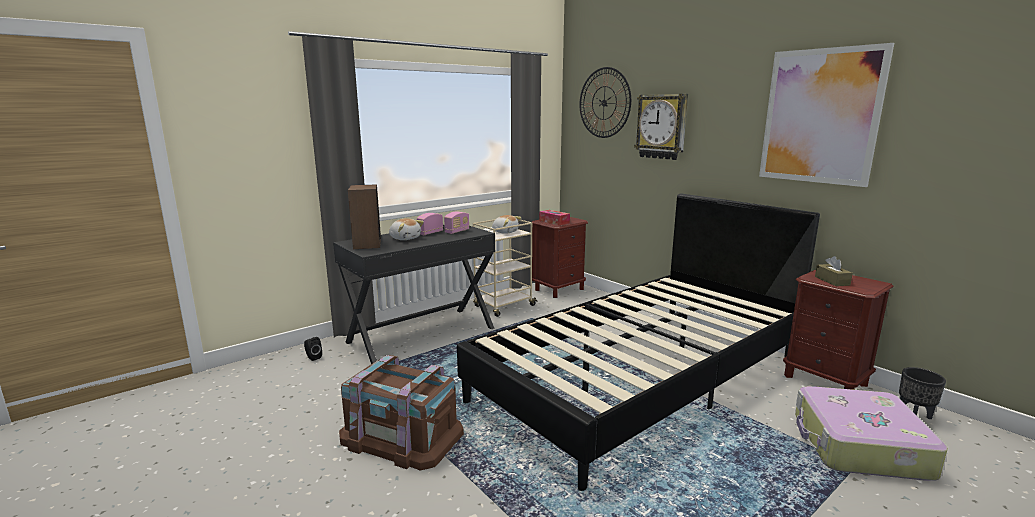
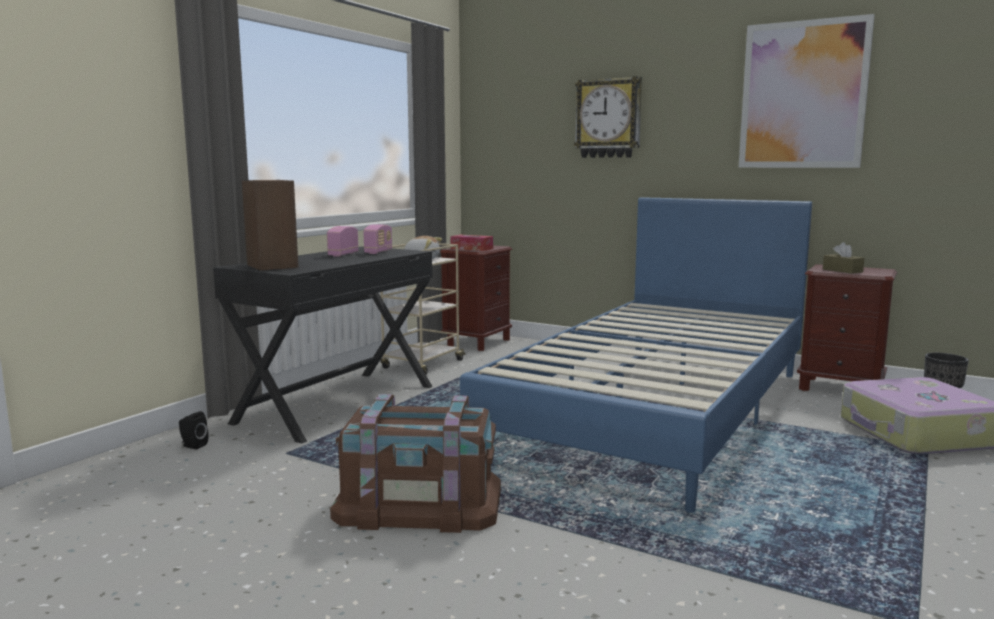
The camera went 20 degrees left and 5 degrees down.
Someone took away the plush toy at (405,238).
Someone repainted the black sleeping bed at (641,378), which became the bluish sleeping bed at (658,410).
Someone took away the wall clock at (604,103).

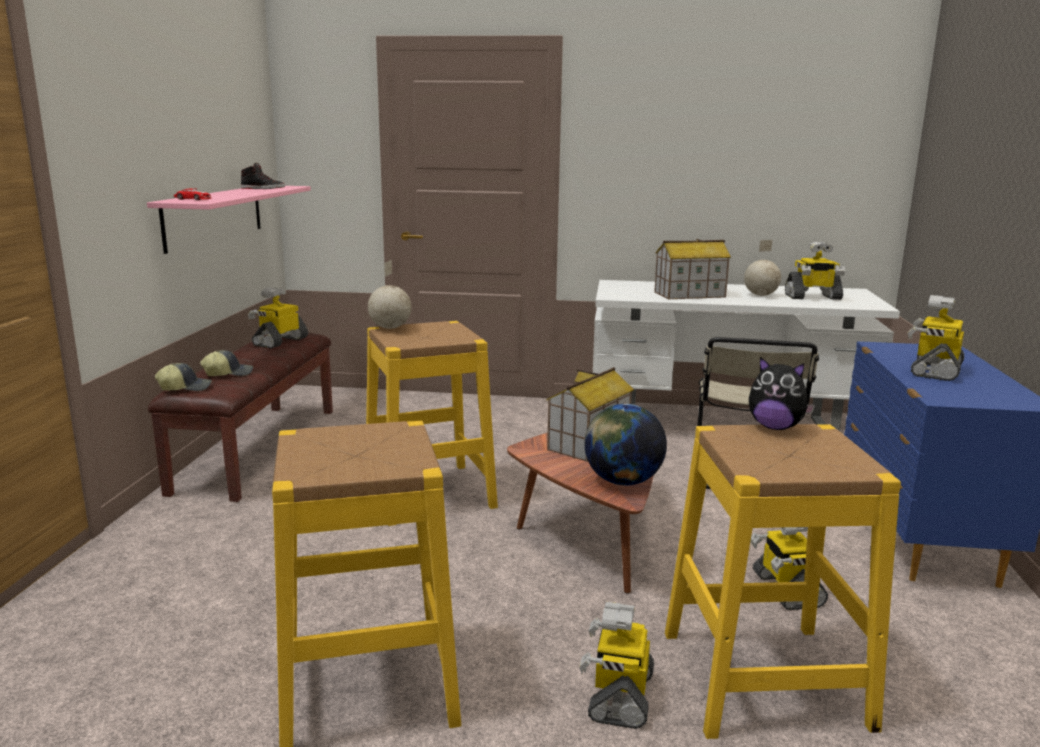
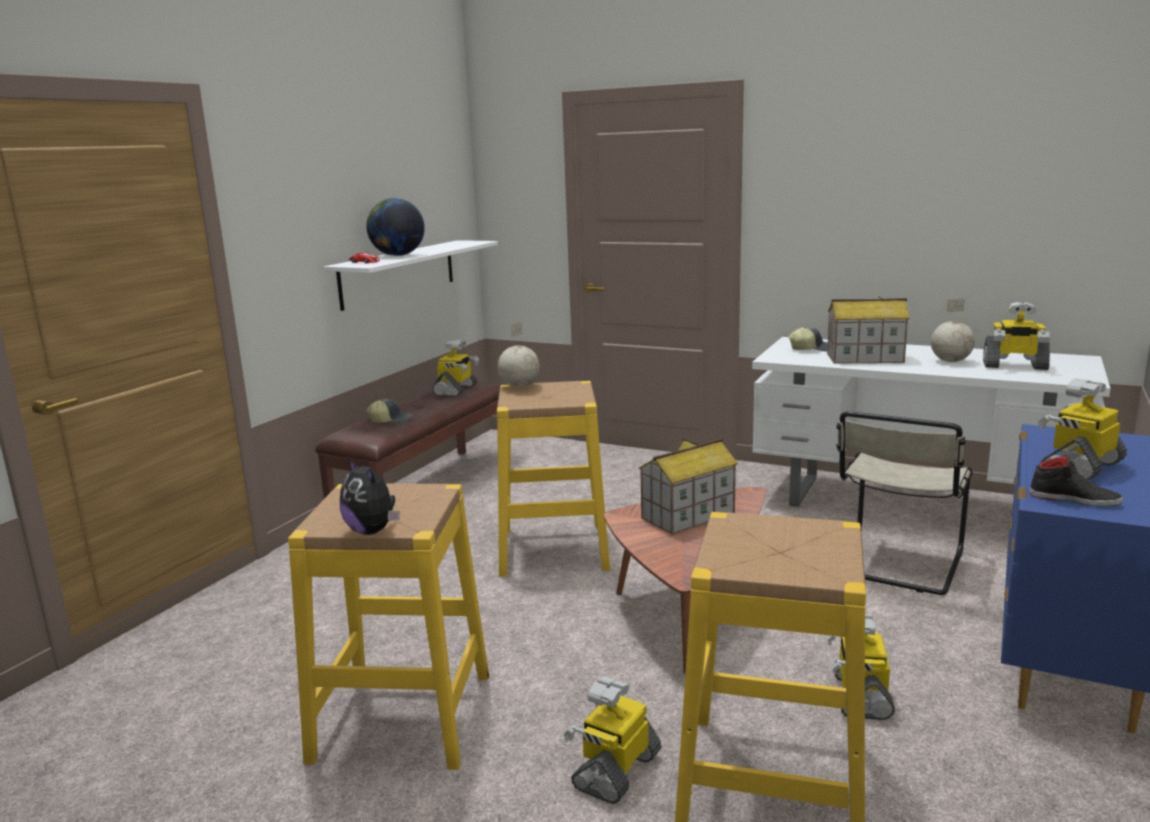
The camera went 20 degrees right and 0 degrees up.
Someone repainted the pinkish shelf at (214,216), which became the white-coloured shelf at (398,273).
Someone carried the cap from (186,388) to (811,349).
Someone carried the black shoe from (263,188) to (1074,499).
Someone rotated the toy robot at (280,341) by 150 degrees clockwise.
Someone carried the globe from (622,481) to (397,255).
Someone carried the plush toy from (775,427) to (372,531).

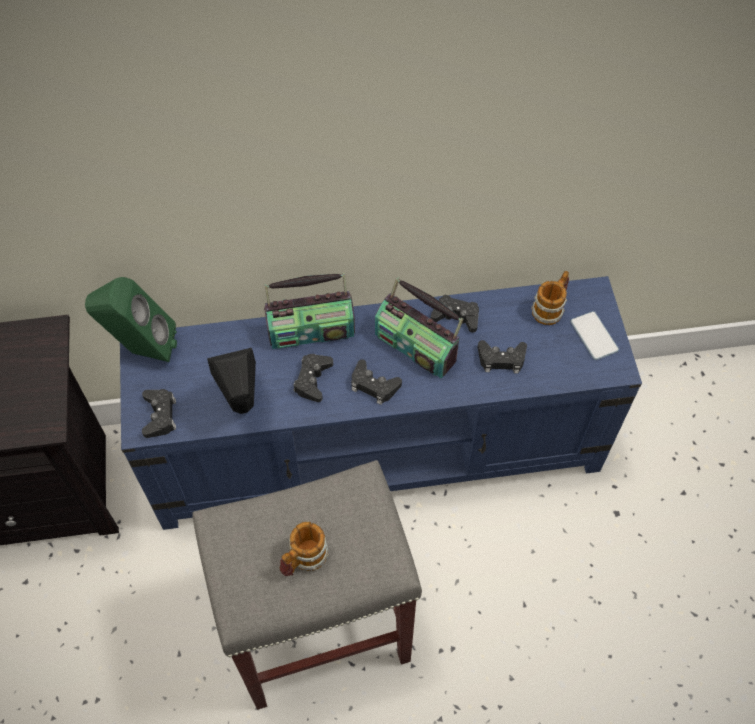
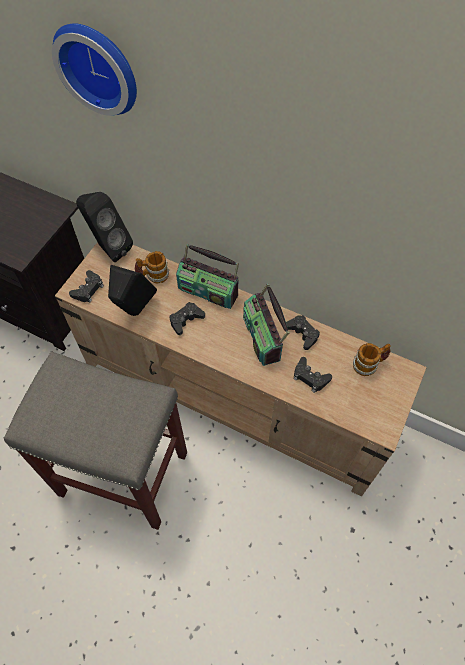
The camera went 35 degrees right and 0 degrees up.
Someone repainted the greenish loudspeaker at (142,349), which became the black loudspeaker at (108,248).
Someone repainted the bluish tv stand at (379,449), which became the beige-coloured tv stand at (234,394).
Someone carried the mug from (303,559) to (153,275).
Someone took away the black game controller at (374,385).
Someone took away the phone at (594,336).
Someone put up the wall clock at (99,66).

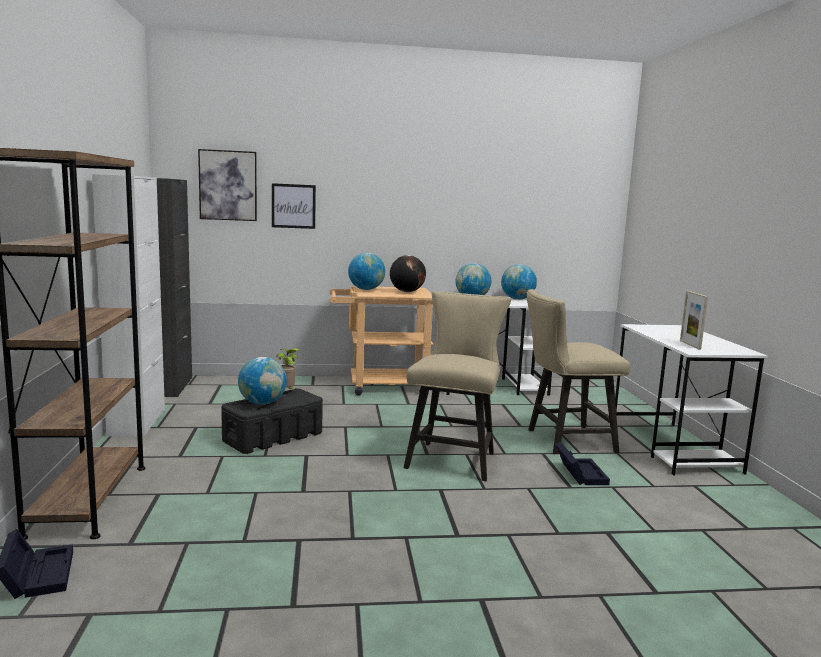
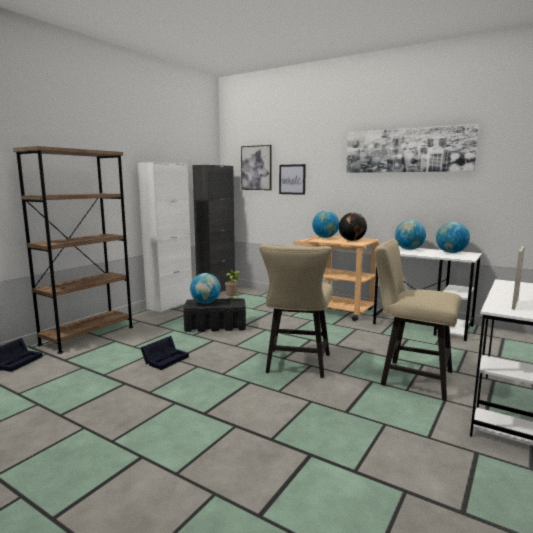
The camera went 40 degrees right and 0 degrees up.
Someone rotated the beige-coloured plain chair at (454,458) by 135 degrees clockwise.
Someone carried the black storage container from (579,473) to (166,359).
Someone put up the wall art at (407,150).

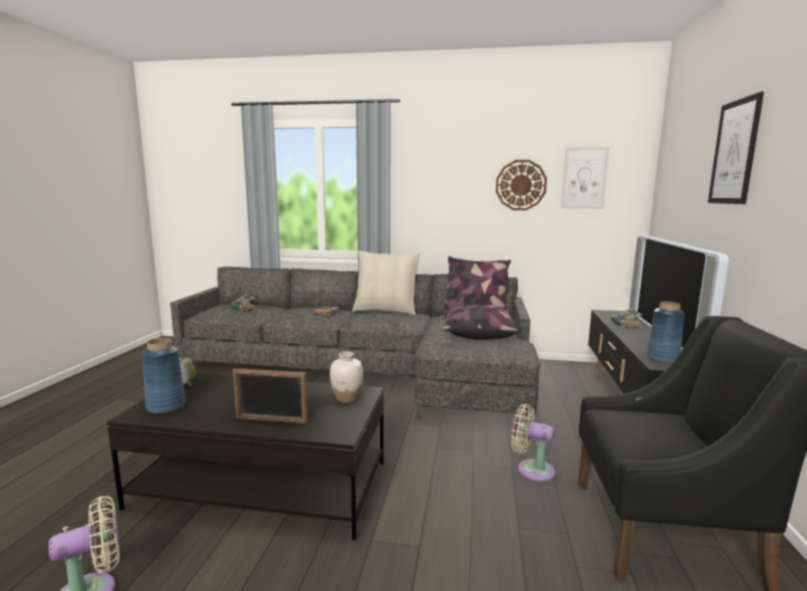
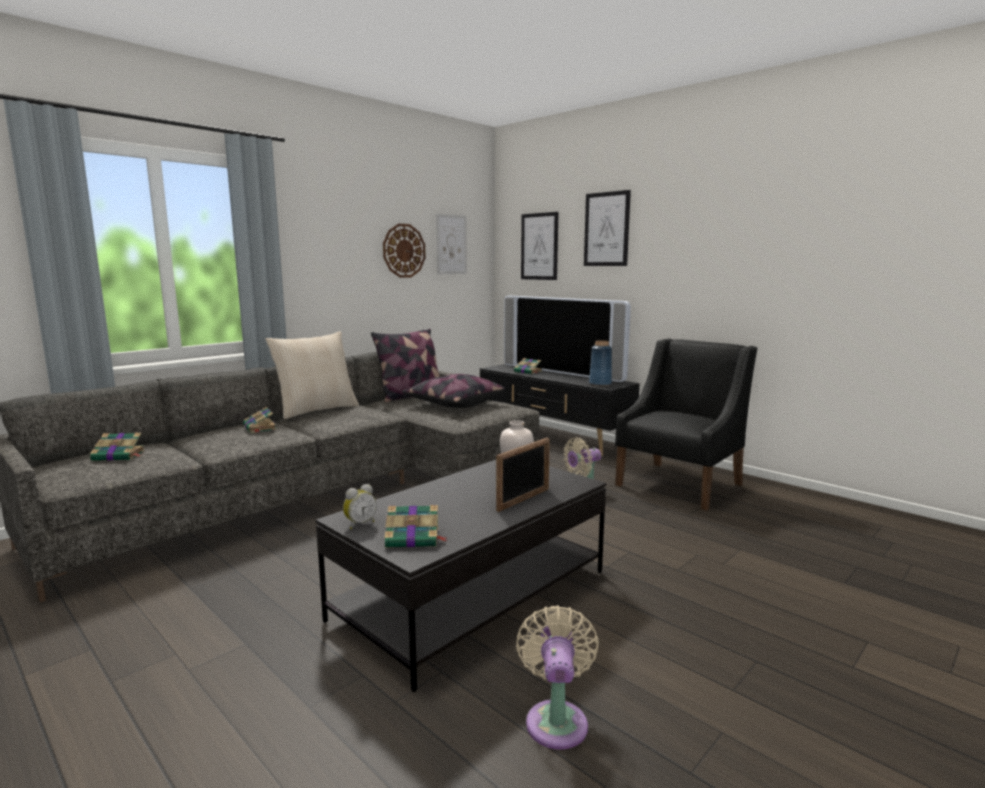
The camera went 55 degrees left and 0 degrees up.
Someone swapped the bluish vase at (166,406) for the volume at (414,538).
Someone put up the wall art at (539,246).

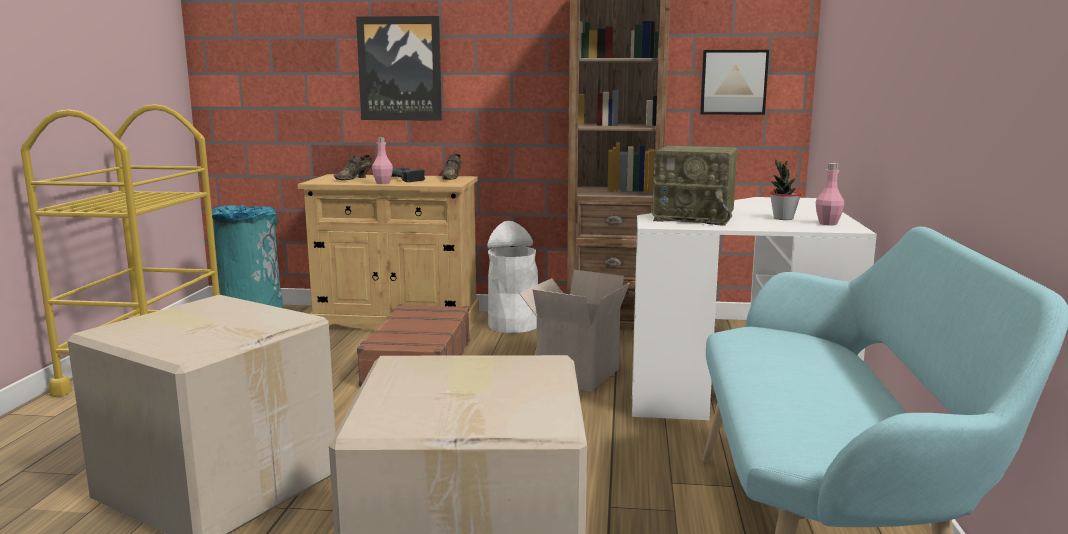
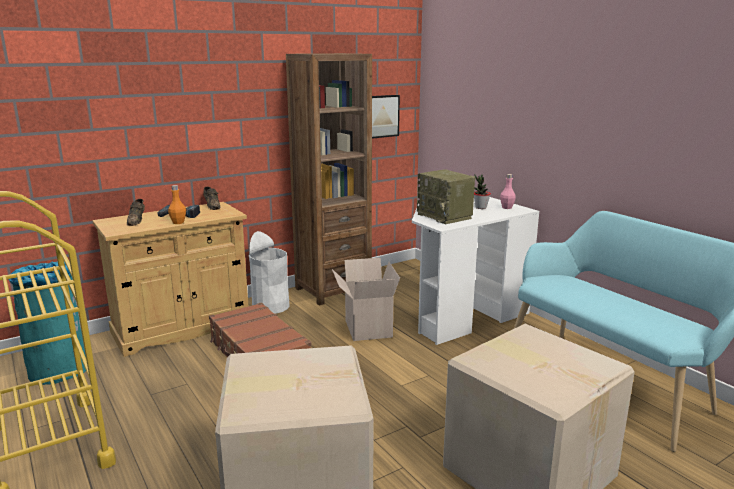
The camera went 40 degrees left and 5 degrees up.
Someone took away the wall art at (400,69).
Someone repainted the pinkish beverage bottle at (383,183), which became the orange-coloured beverage bottle at (178,222).
Someone rotated the radio set at (695,218) by 75 degrees clockwise.

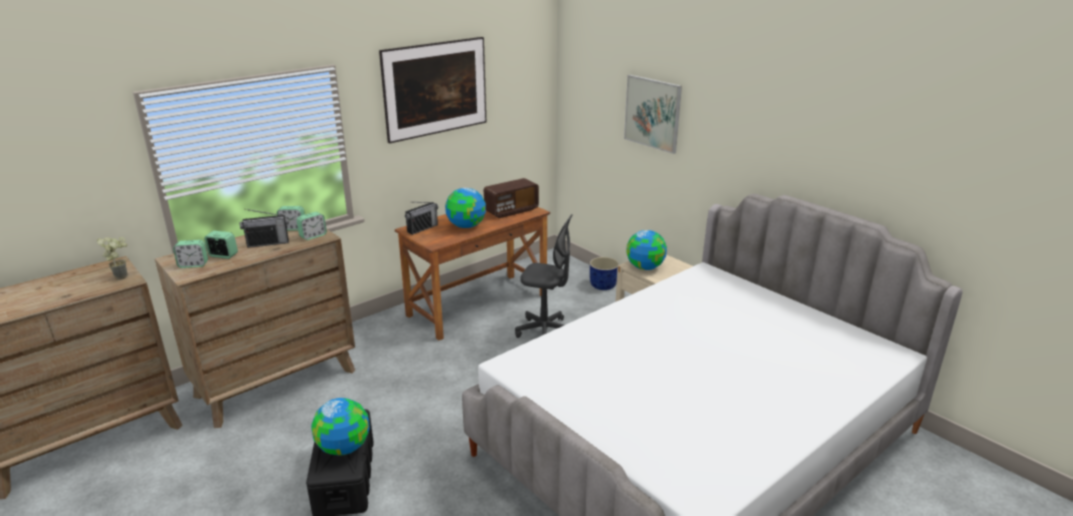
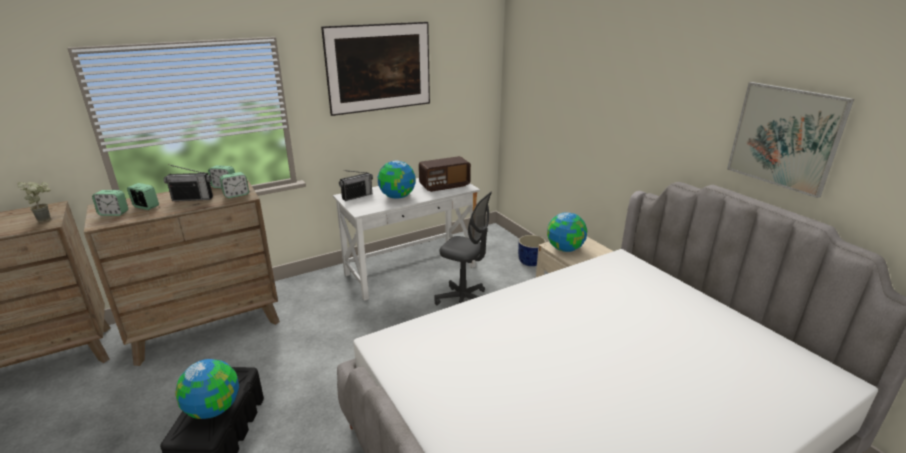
The camera went 10 degrees right and 0 degrees up.
Someone repainted the brown-coloured desk table at (477,305), which became the white-coloured desk table at (410,270).
Someone carried the wall art from (652,113) to (785,137).

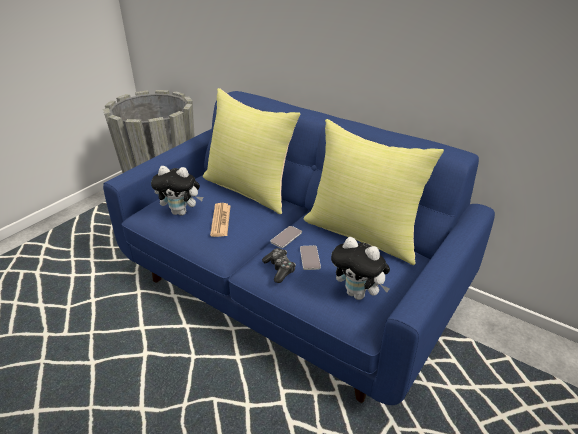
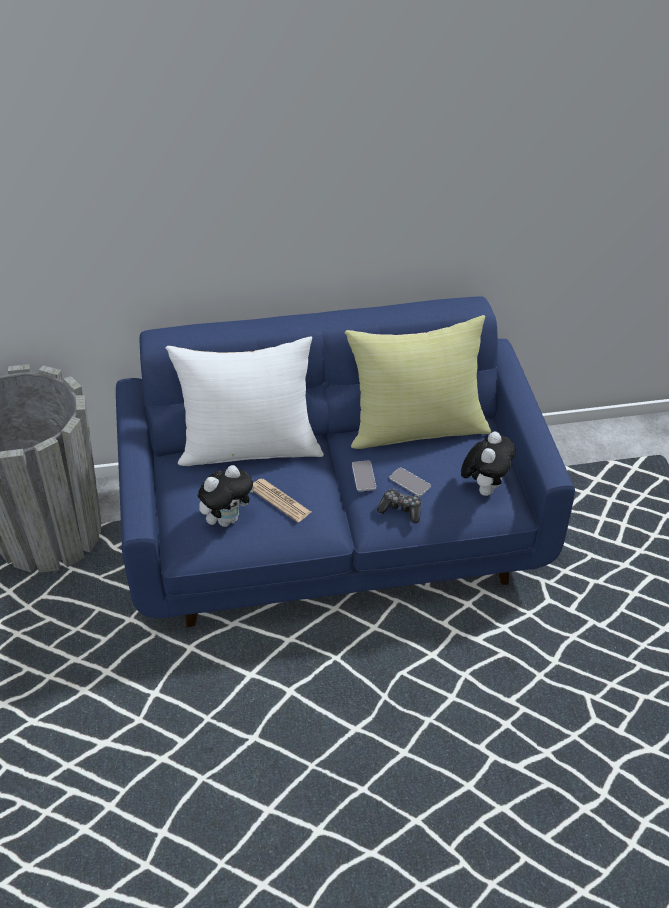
The camera went 45 degrees left and 10 degrees up.
Someone repainted the yellowish throw pillow at (250,189), which became the white-coloured throw pillow at (250,447).
Someone rotated the plush toy at (358,294) by 60 degrees counterclockwise.

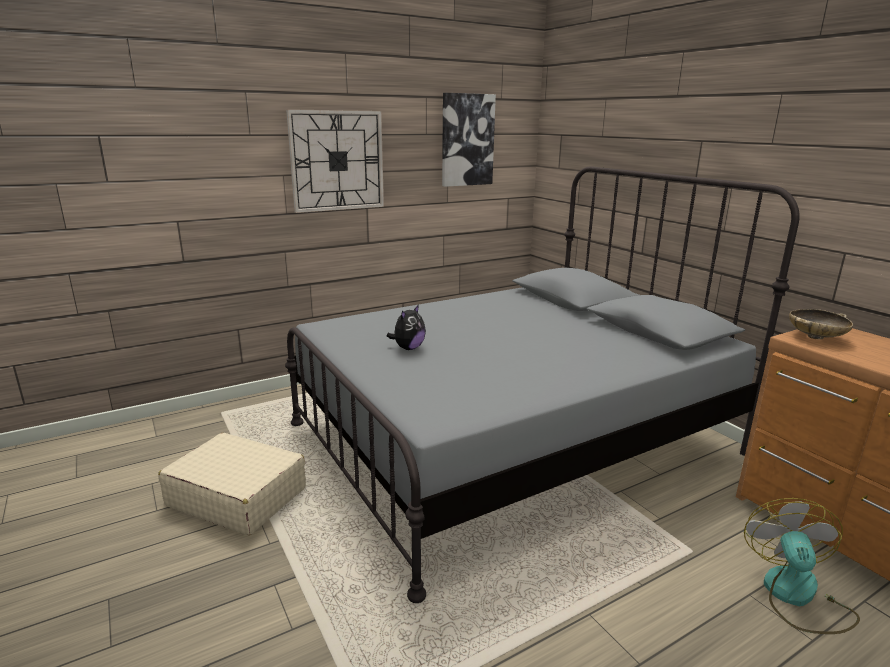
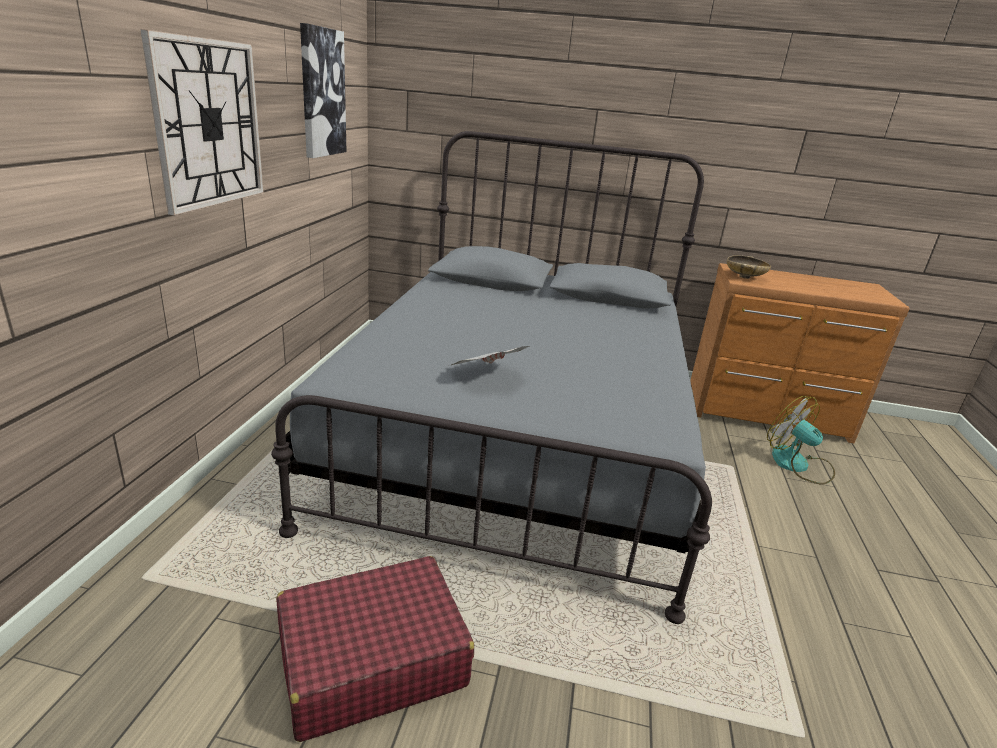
The camera went 50 degrees left and 5 degrees up.
Someone repainted the beige-coloured piece of luggage at (237,496), which became the red-coloured piece of luggage at (371,659).
Someone swapped the plush toy at (408,348) for the newspaper at (486,375).

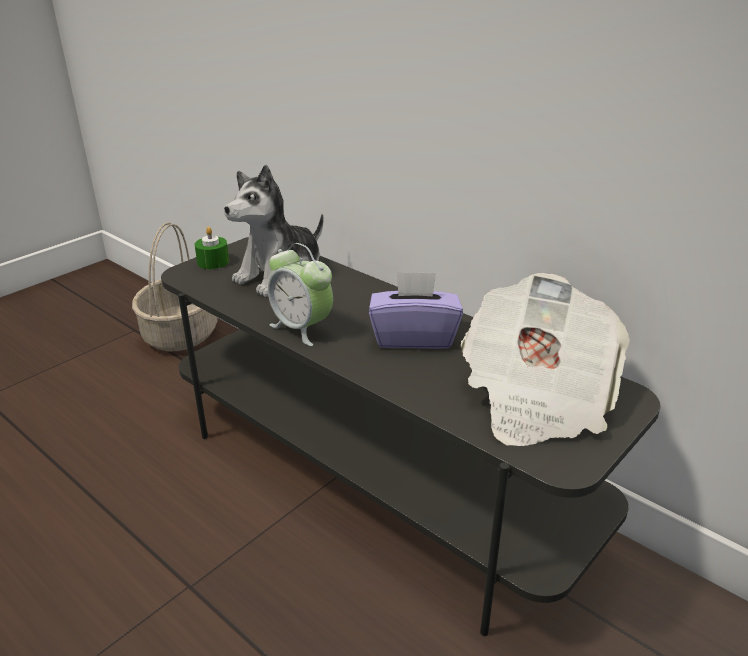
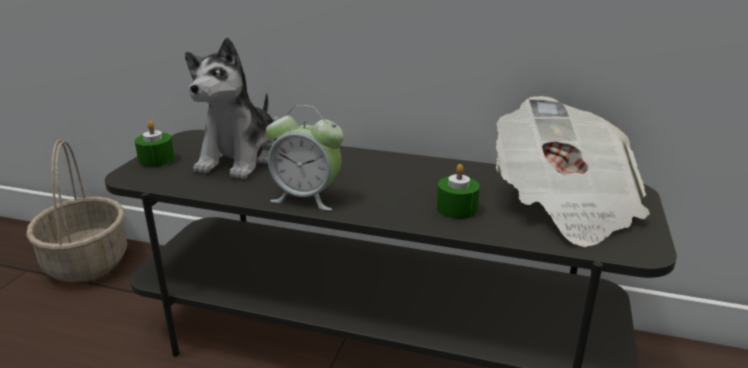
The camera went 25 degrees left and 5 degrees down.
Someone took away the purple-coloured box of tissues at (414,337).
Someone put down the greenish wax candle at (457,208).

